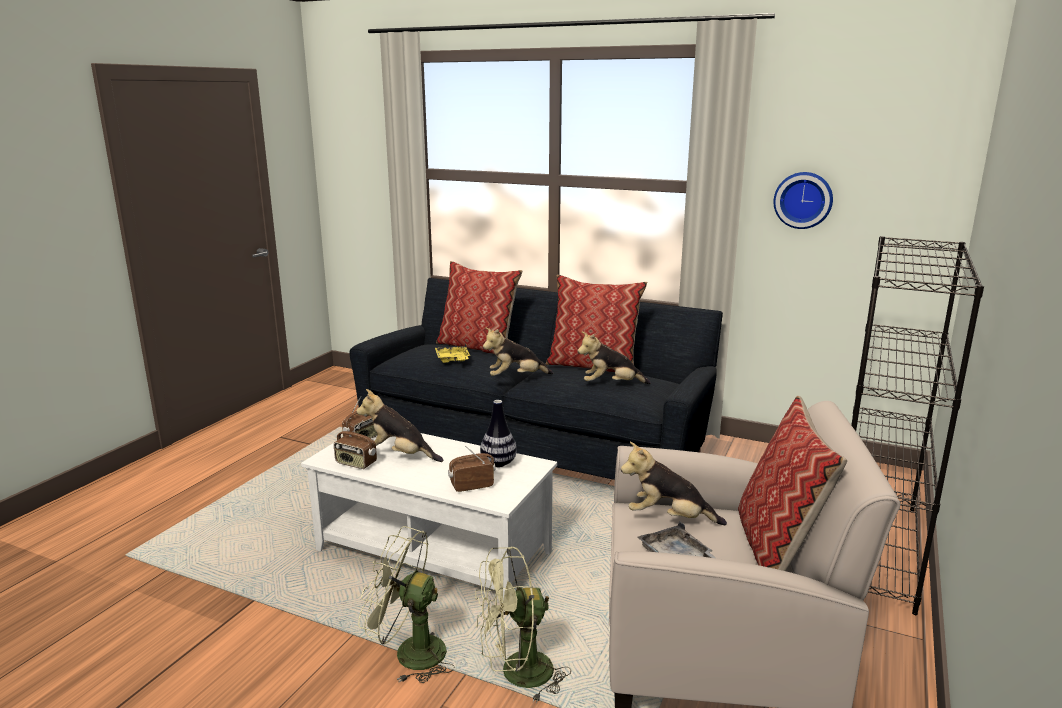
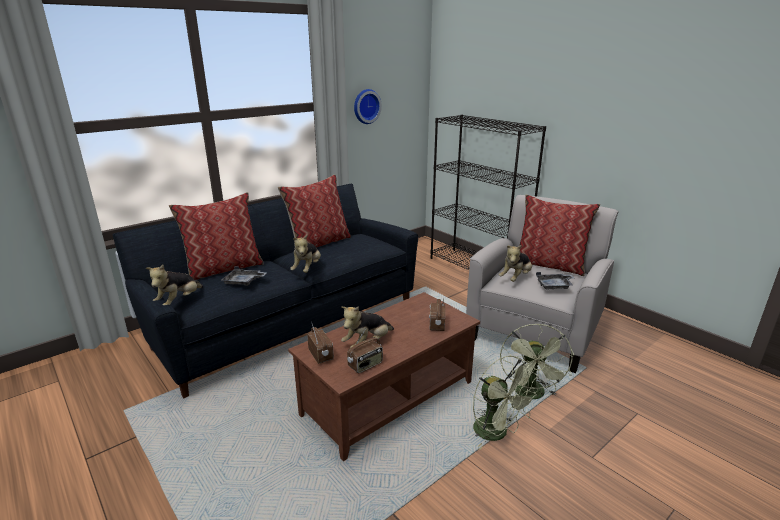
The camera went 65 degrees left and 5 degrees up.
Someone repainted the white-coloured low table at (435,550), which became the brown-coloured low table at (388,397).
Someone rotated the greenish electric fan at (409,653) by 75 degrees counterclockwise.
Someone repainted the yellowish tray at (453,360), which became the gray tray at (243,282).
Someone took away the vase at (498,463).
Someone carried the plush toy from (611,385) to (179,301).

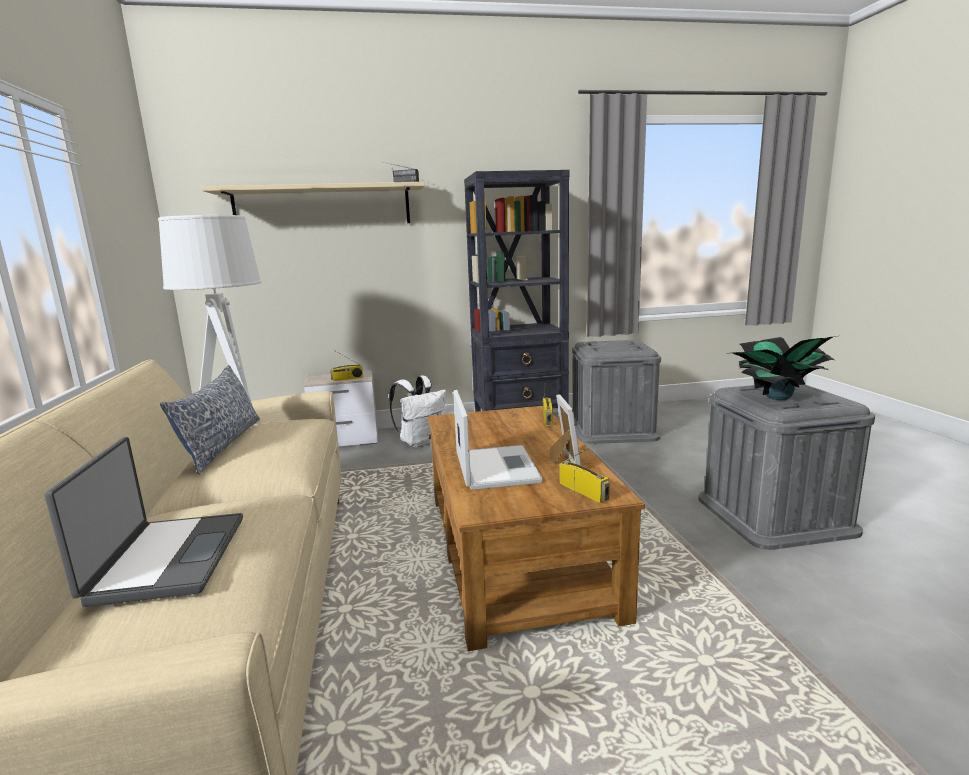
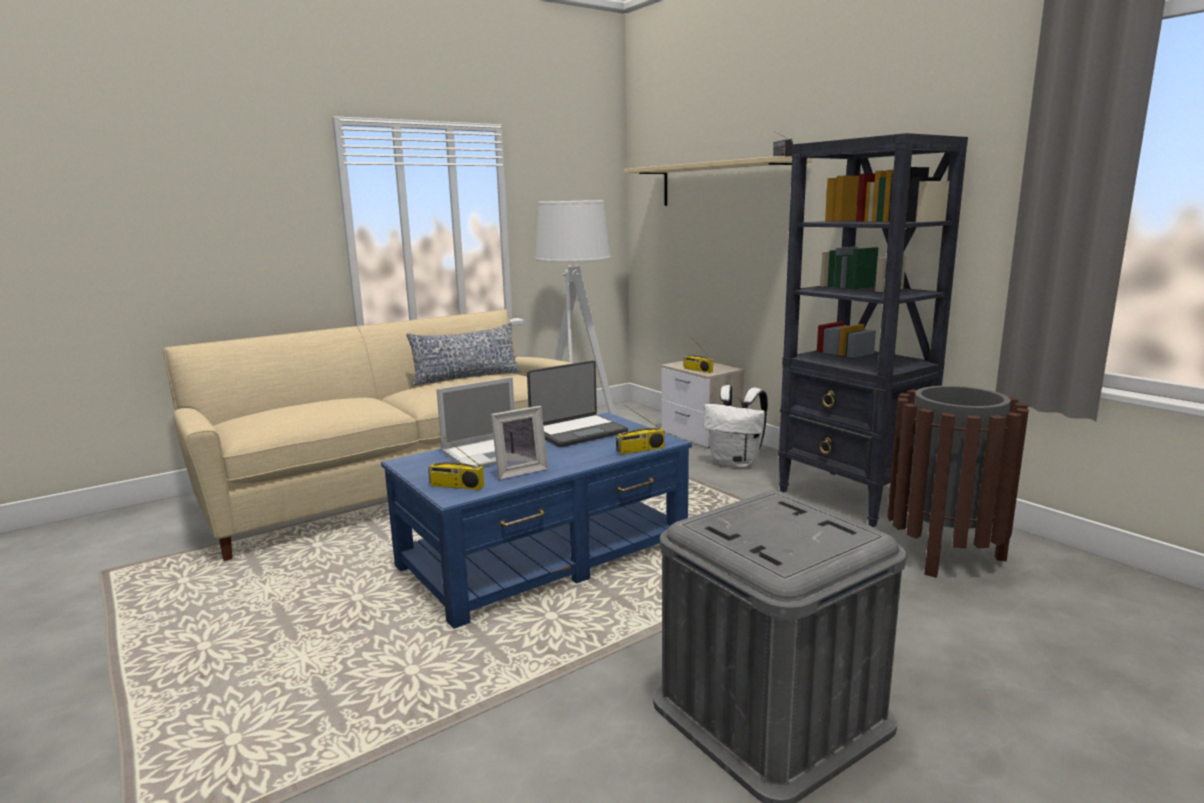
The camera went 65 degrees right and 0 degrees up.
Someone carried the laptop from (166,559) to (577,432).
Someone repainted the brown-coloured low table at (516,550), which became the bluish low table at (546,555).
Someone rotated the radio set at (584,491) by 75 degrees clockwise.
Someone swapped the gray storage container at (612,429) for the brown-coloured waste bin at (944,553).
Someone took away the houseplant at (776,397).

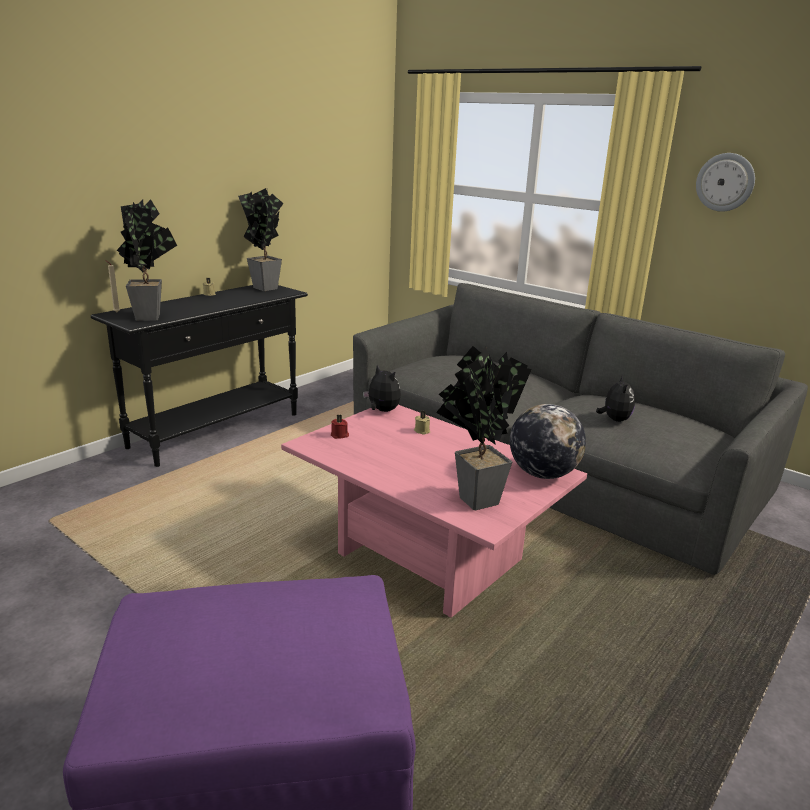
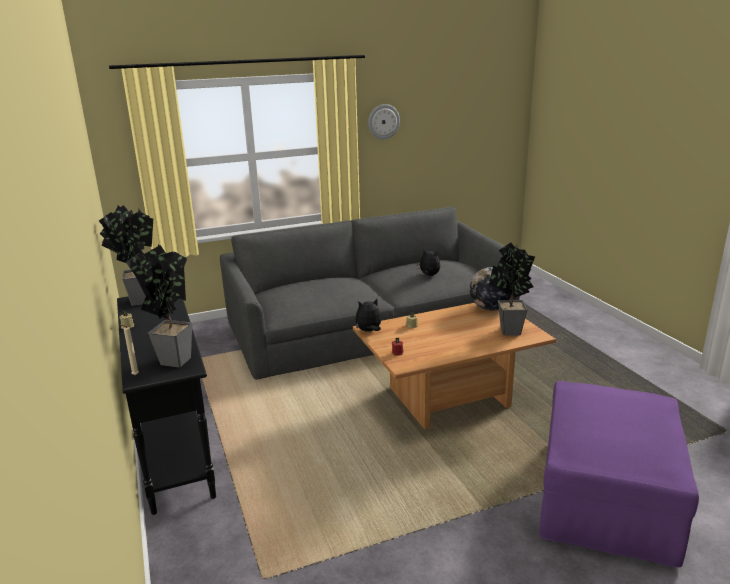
The camera went 60 degrees left and 0 degrees up.
Someone repainted the pinkish low table at (424,558), which became the brown-coloured low table at (449,399).

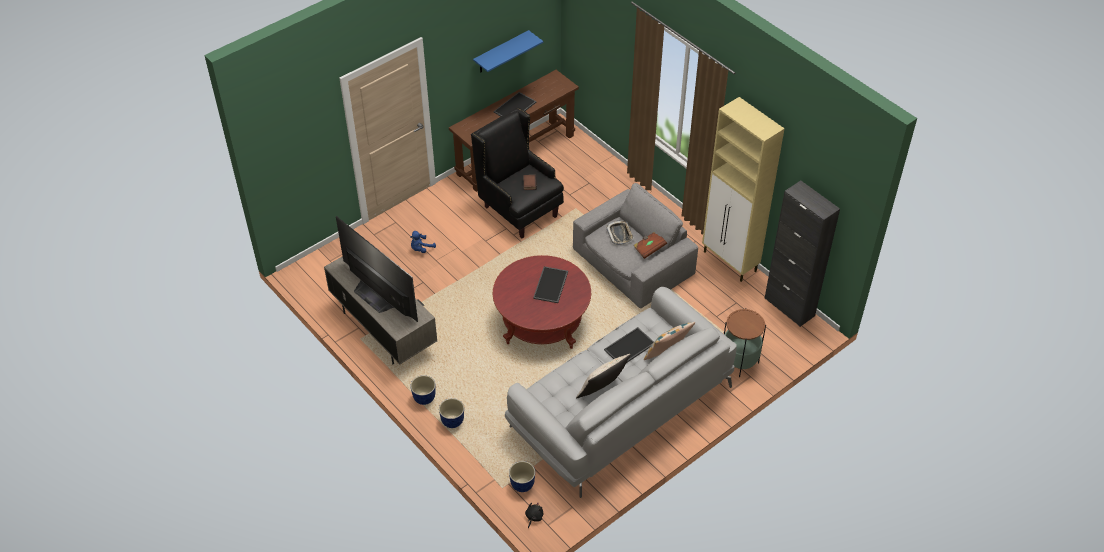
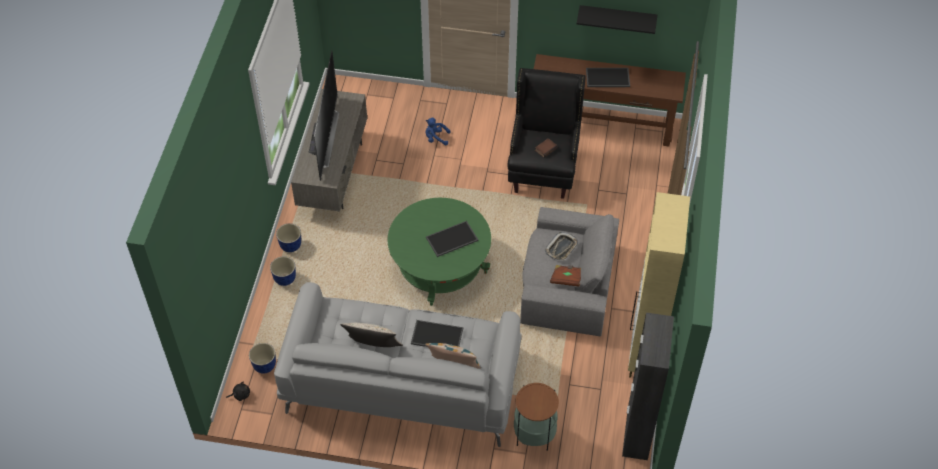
The camera went 50 degrees right and 5 degrees up.
Someone repainted the bluish shelf at (501,52), which became the black shelf at (617,18).
Someone repainted the red-coloured low table at (542,321), which became the greenish low table at (440,266).

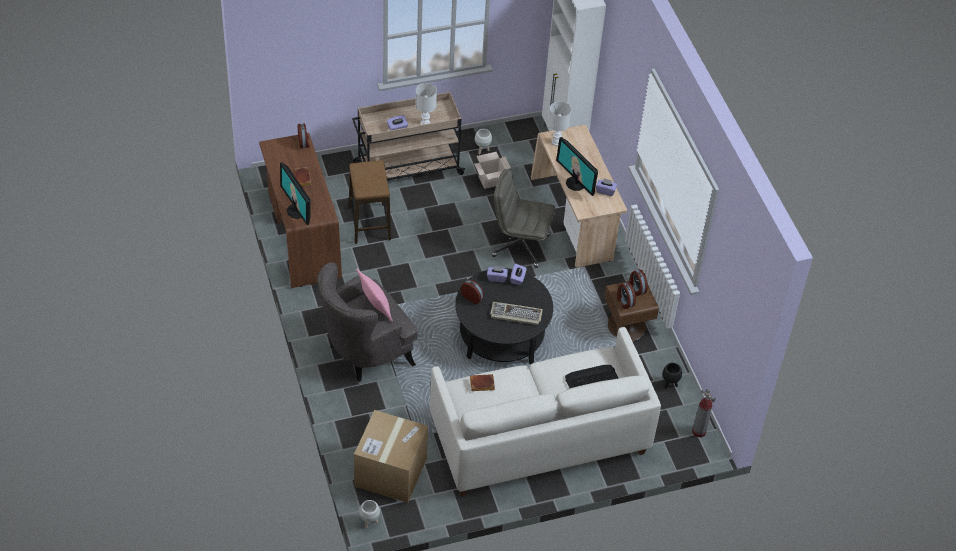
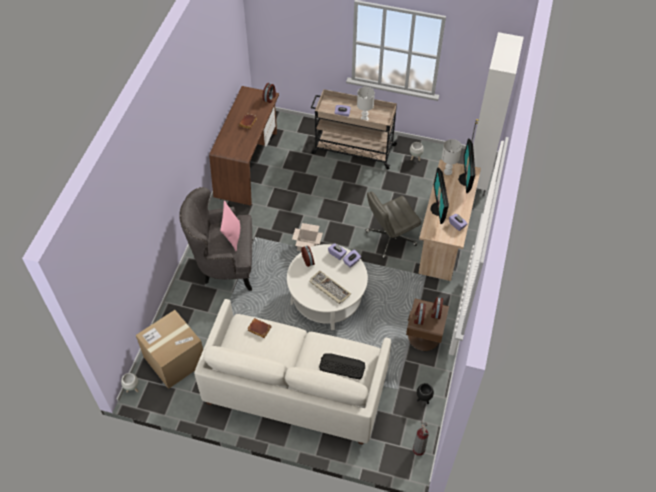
The camera went 35 degrees right and 5 degrees up.
Someone carried the computer screen from (296,211) to (466,179).
Someone took away the stool seat at (369,224).
Someone repainted the black low table at (501,335), which became the white-coloured low table at (327,298).
Someone carried the packing box from (491,180) to (308,246).
Someone rotated the gray desk chair at (520,245) by 75 degrees counterclockwise.

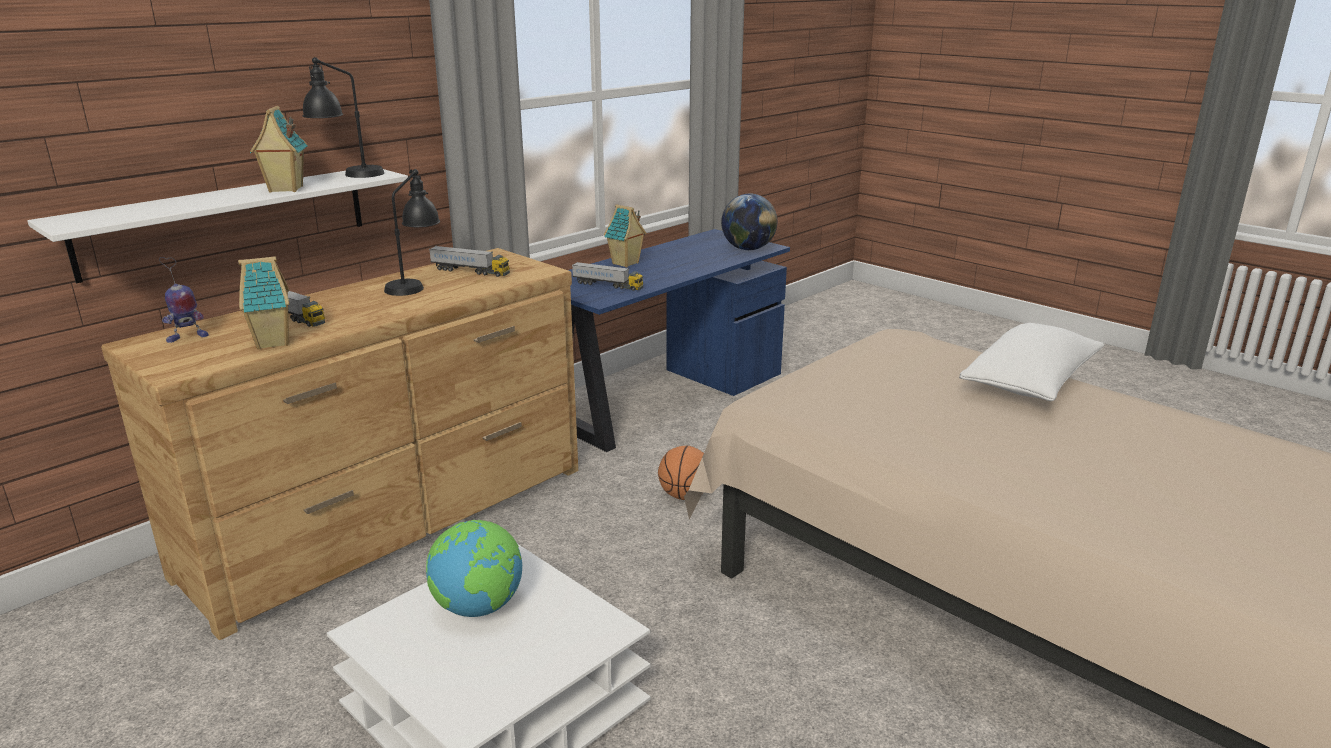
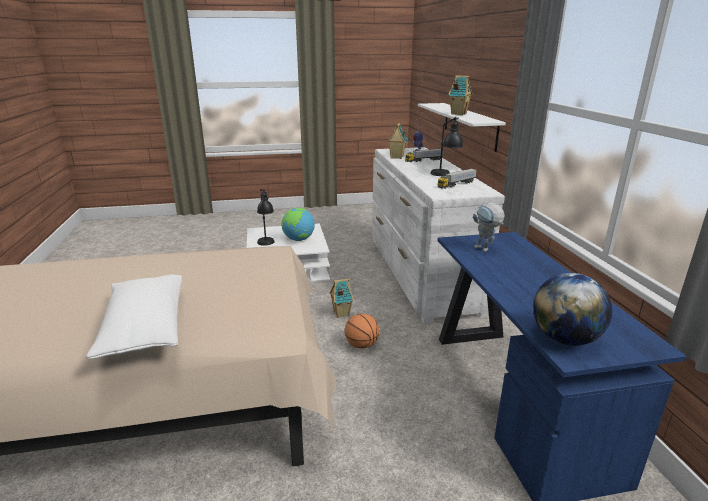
The camera went 125 degrees right and 0 degrees up.
Someone repainted the brown-coloured dresser at (394,520), which became the white-coloured dresser at (420,273).
Someone carried the black tabletop lamp from (348,176) to (266,239).
Someone swapped the model truck at (607,285) for the toy robot at (485,250).
Someone carried the toy house from (626,263) to (341,313).

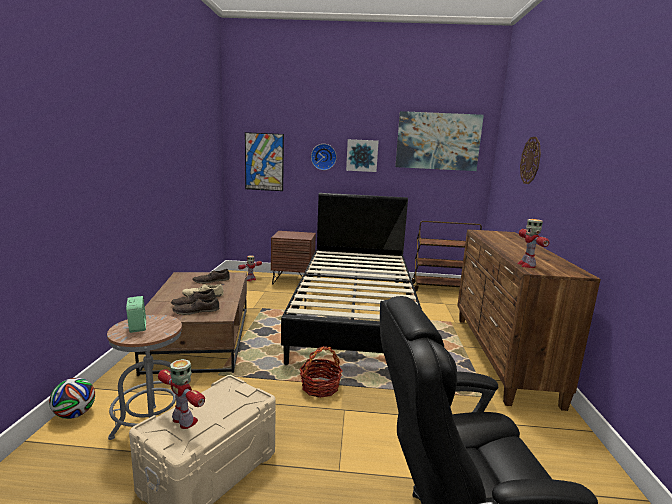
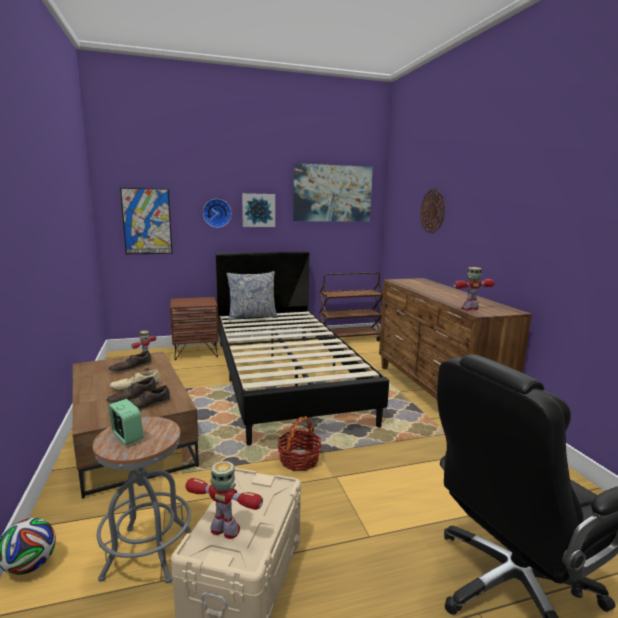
The camera went 20 degrees left and 0 degrees up.
Someone rotated the toy robot at (526,265) by 90 degrees clockwise.
Someone put down the throw pillow at (252,317).

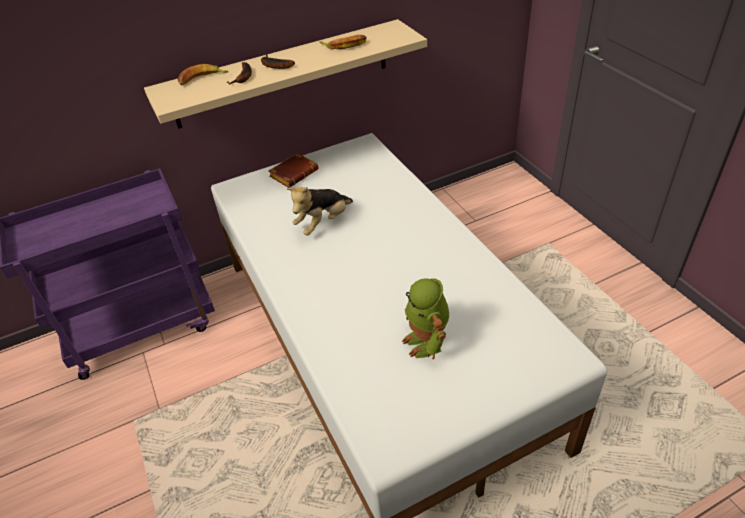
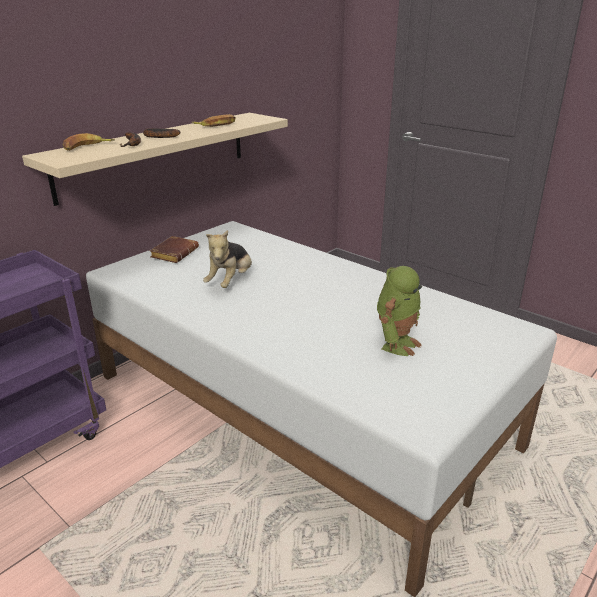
The camera went 25 degrees left and 15 degrees down.
Someone rotated the toy robot at (426,342) by 105 degrees counterclockwise.

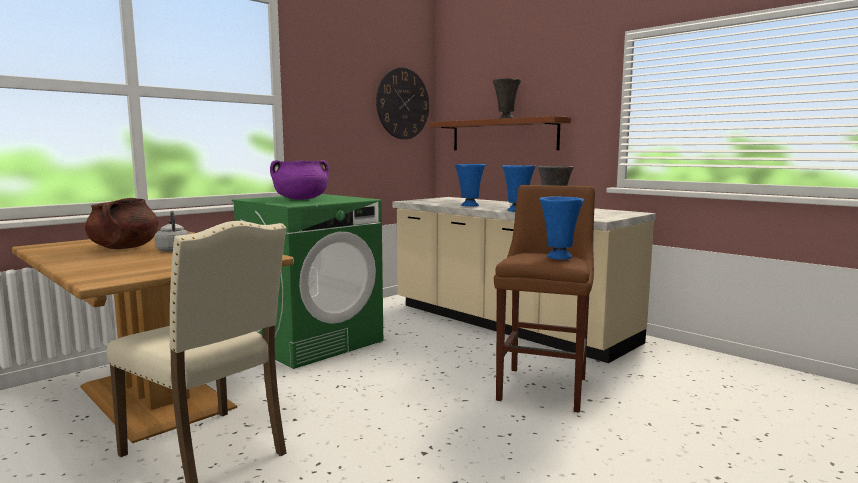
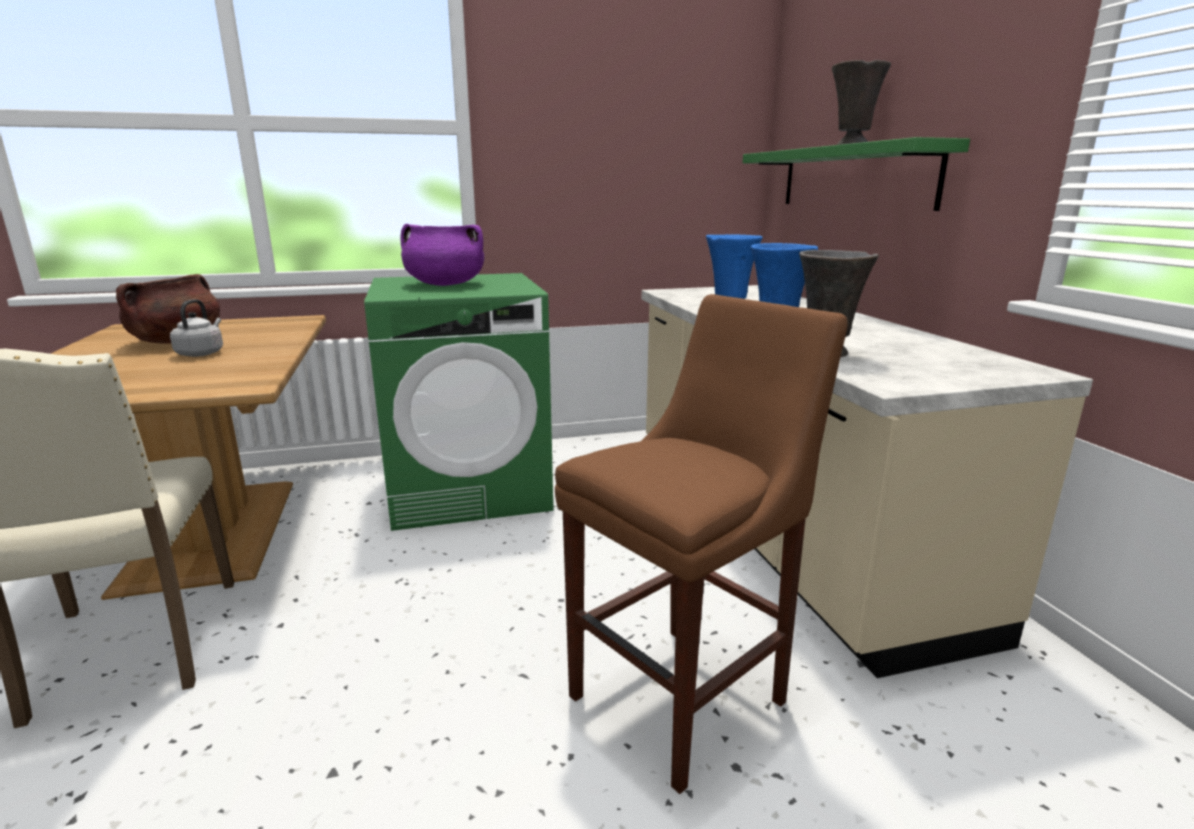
The camera went 30 degrees right and 10 degrees up.
Someone took away the wall clock at (402,103).
Someone repainted the brown-coloured shelf at (503,135), which became the greenish shelf at (853,177).
Someone took away the bluish vase at (559,257).

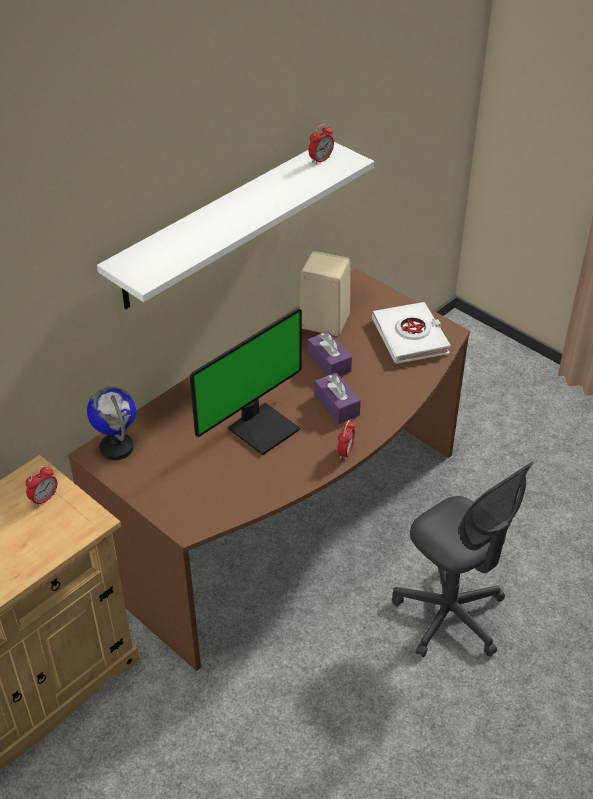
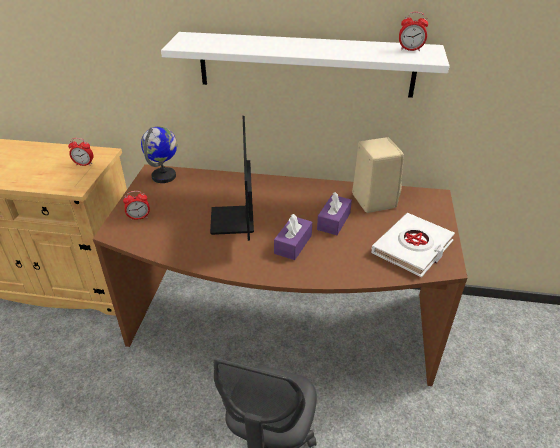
The camera went 55 degrees right and 5 degrees down.
Someone rotated the computer screen at (262,427) by 75 degrees clockwise.
Someone carried the bedside clock from (345,452) to (139,217).

